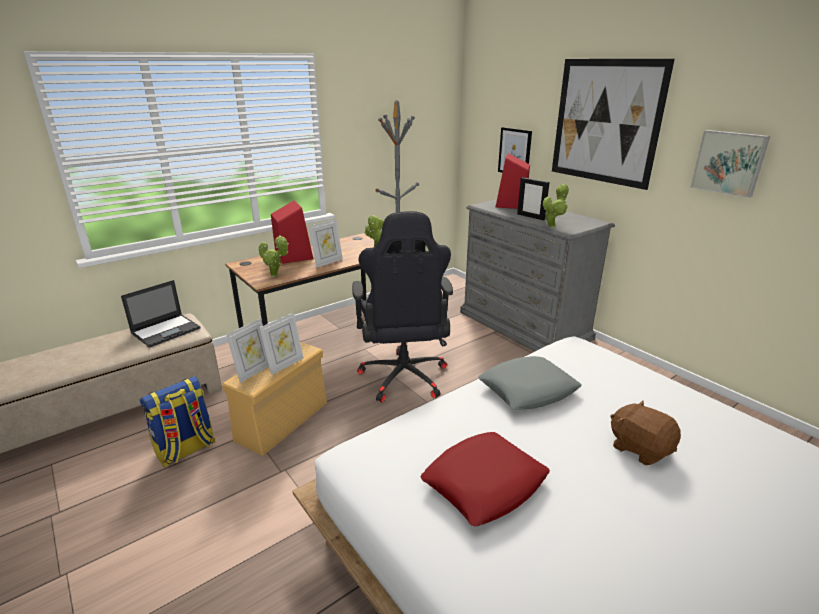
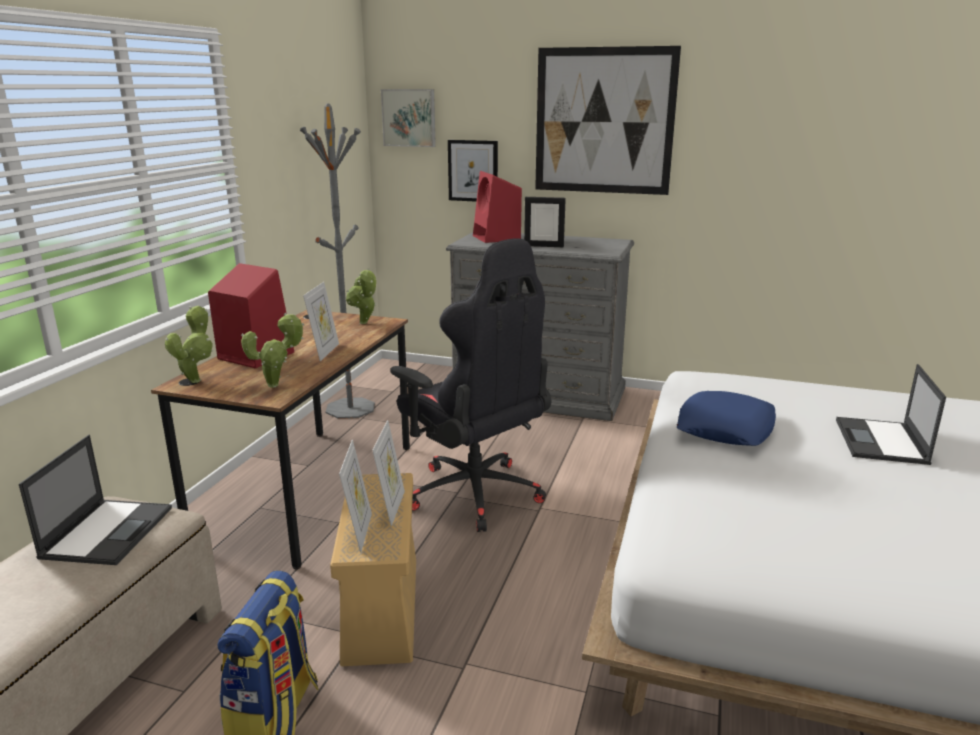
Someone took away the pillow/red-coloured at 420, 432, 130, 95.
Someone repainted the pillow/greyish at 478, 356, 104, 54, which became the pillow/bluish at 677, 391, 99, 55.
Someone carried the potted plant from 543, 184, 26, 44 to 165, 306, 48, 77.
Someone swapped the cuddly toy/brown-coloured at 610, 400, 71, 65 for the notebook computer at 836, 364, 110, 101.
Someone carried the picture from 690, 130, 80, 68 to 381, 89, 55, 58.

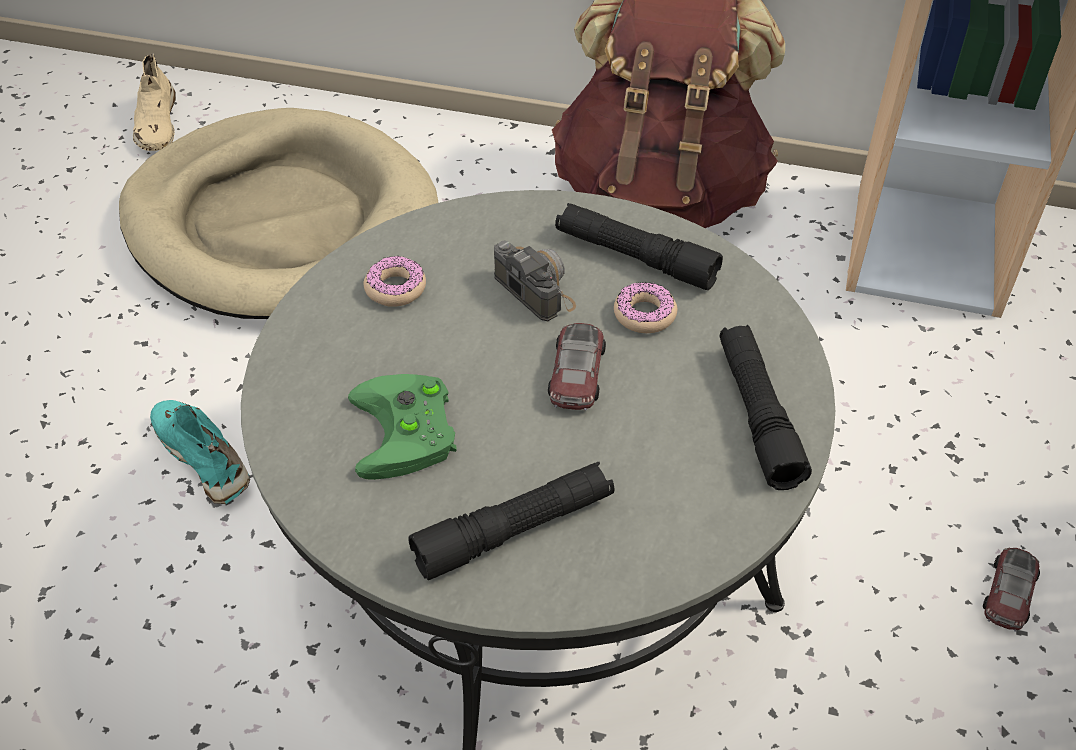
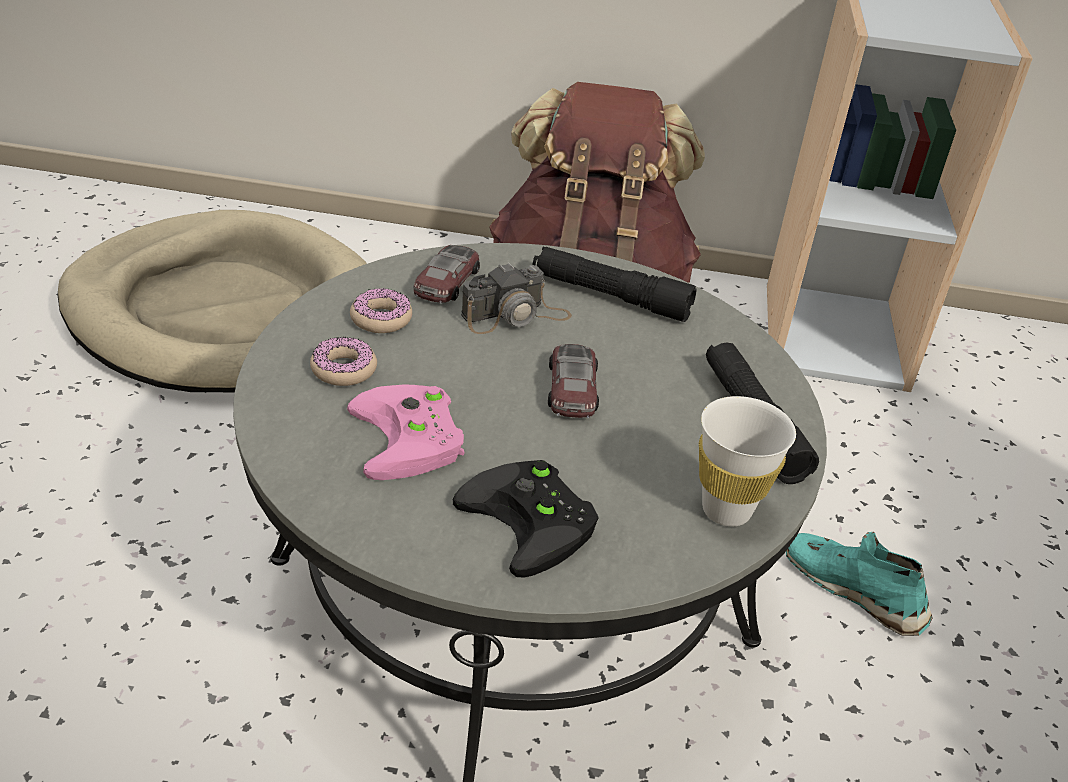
Someone took away the low shoe/beige at 133, 53, 43, 98.
Someone carried the low shoe/turquoise from 150, 400, 100, 104 to 786, 532, 147, 104.
Someone repainted the gamepad/green at 348, 374, 109, 106, which became the gamepad/pink-coloured at 347, 384, 118, 96.
Someone swapped the torch/blackish at 408, 462, 206, 118 for the gamepad/blackish at 453, 460, 146, 118.
Someone rotated the still camera at 494, 241, 82, 80 by 105 degrees clockwise.
Someone carried the ring doughnut from 614, 282, 63, 51 to 310, 337, 67, 49.
Someone carried the model car from 983, 548, 57, 84 to 413, 245, 67, 58.
Someone put down the drinking cup/whitish at 699, 396, 97, 130.

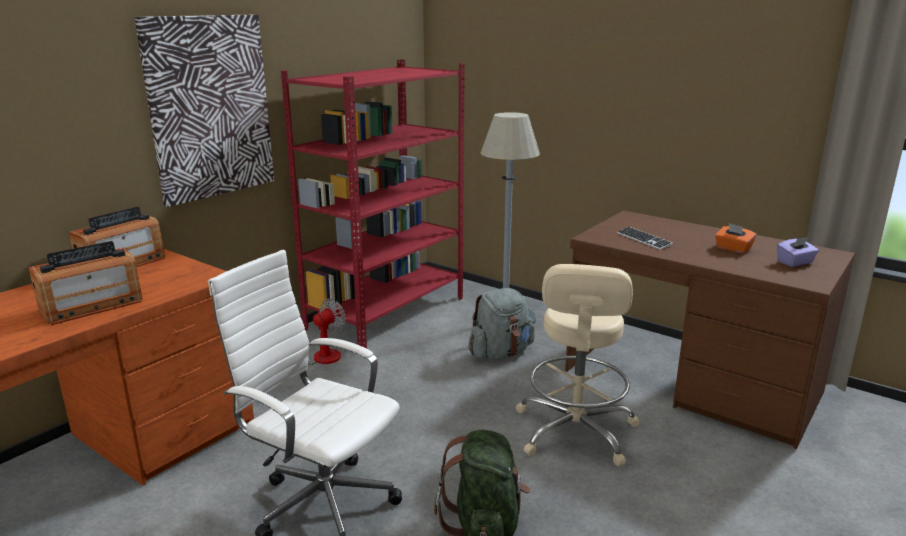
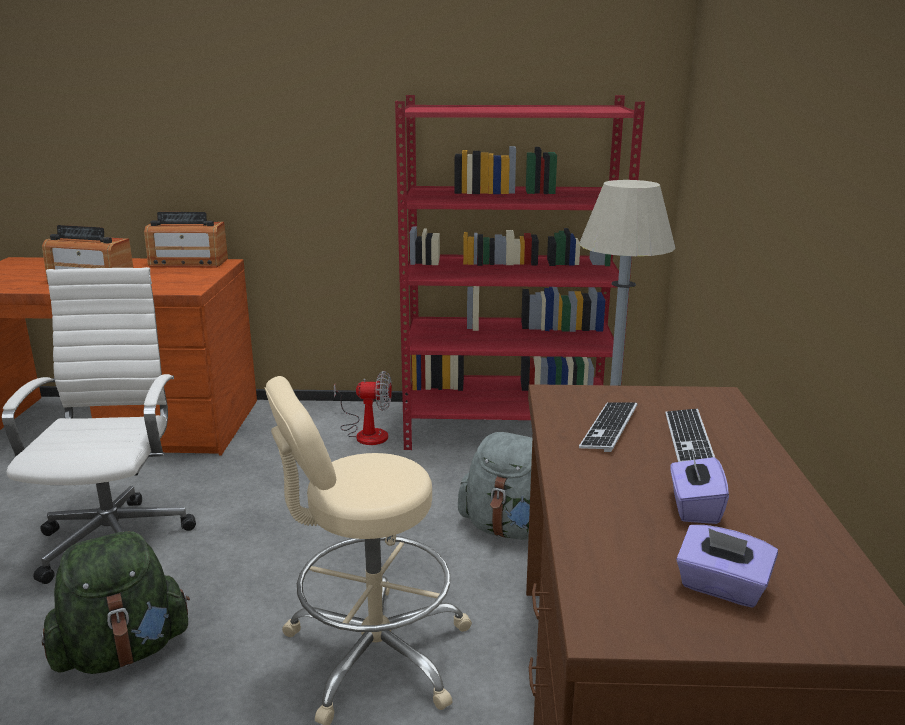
Someone took away the picture at 135, 15, 139, 192.
Someone repainted the box of tissues/orangey at 715, 223, 42, 31, which became the box of tissues/purple-coloured at 670, 450, 59, 74.
Someone put down the PC keyboard at 665, 409, 50, 53.

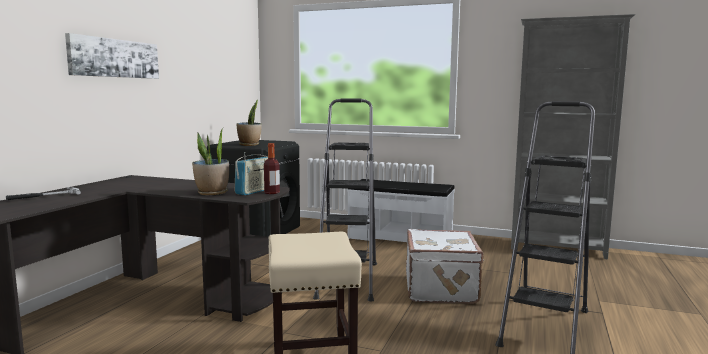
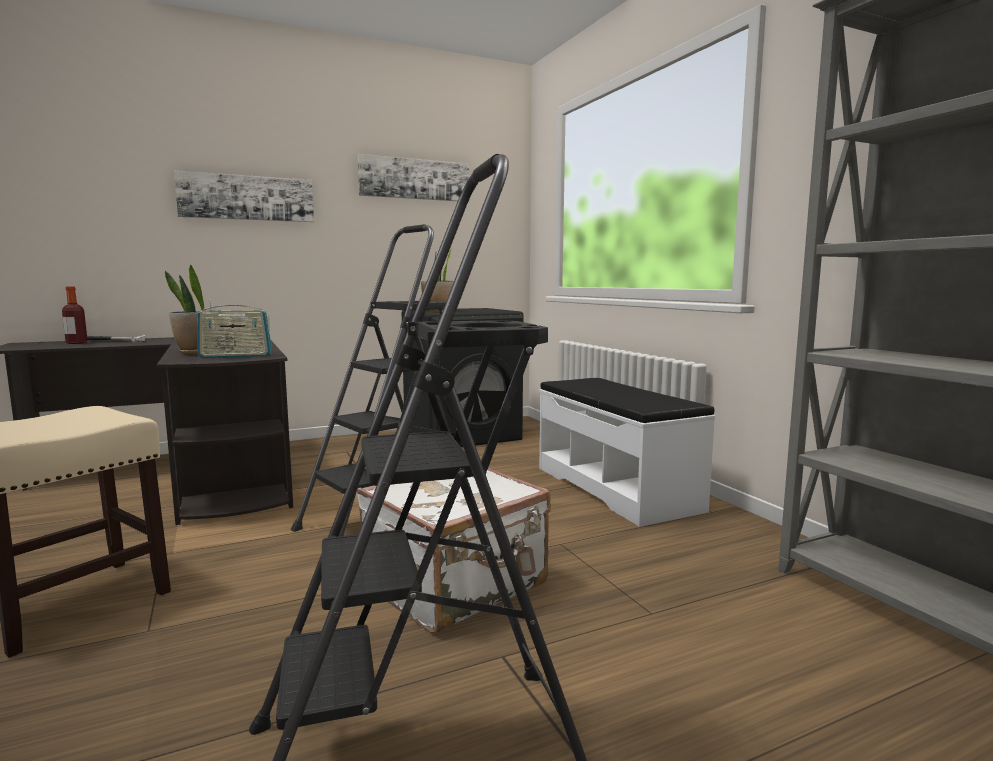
Someone carried the drink bottle from 264, 143, 16, 51 to 62, 287, 26, 57.
Someone put up the picture at 357, 154, 112, 48.

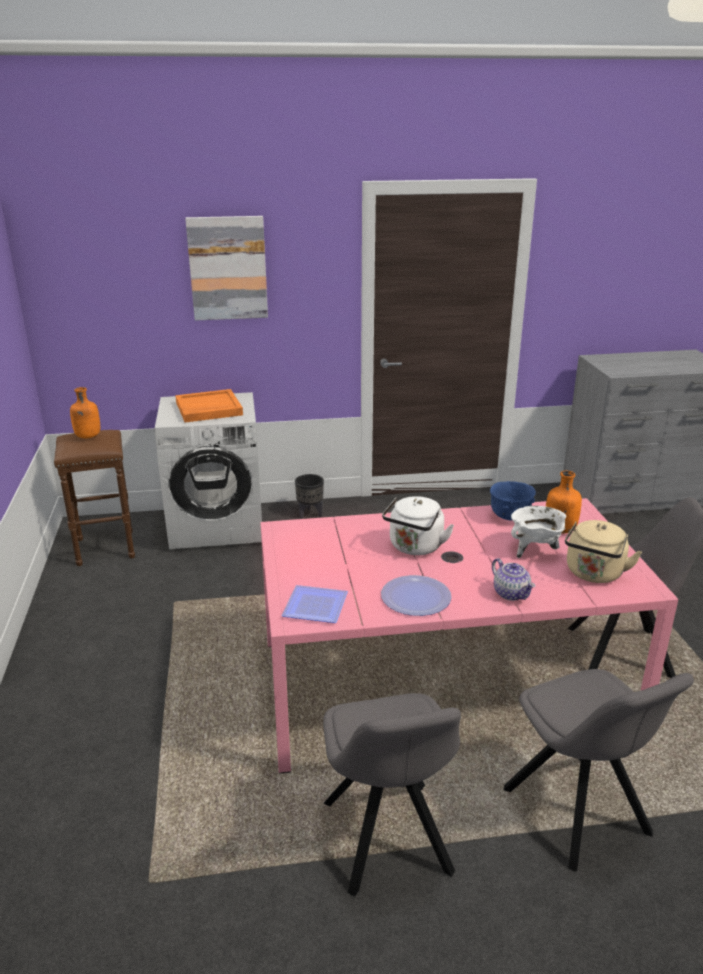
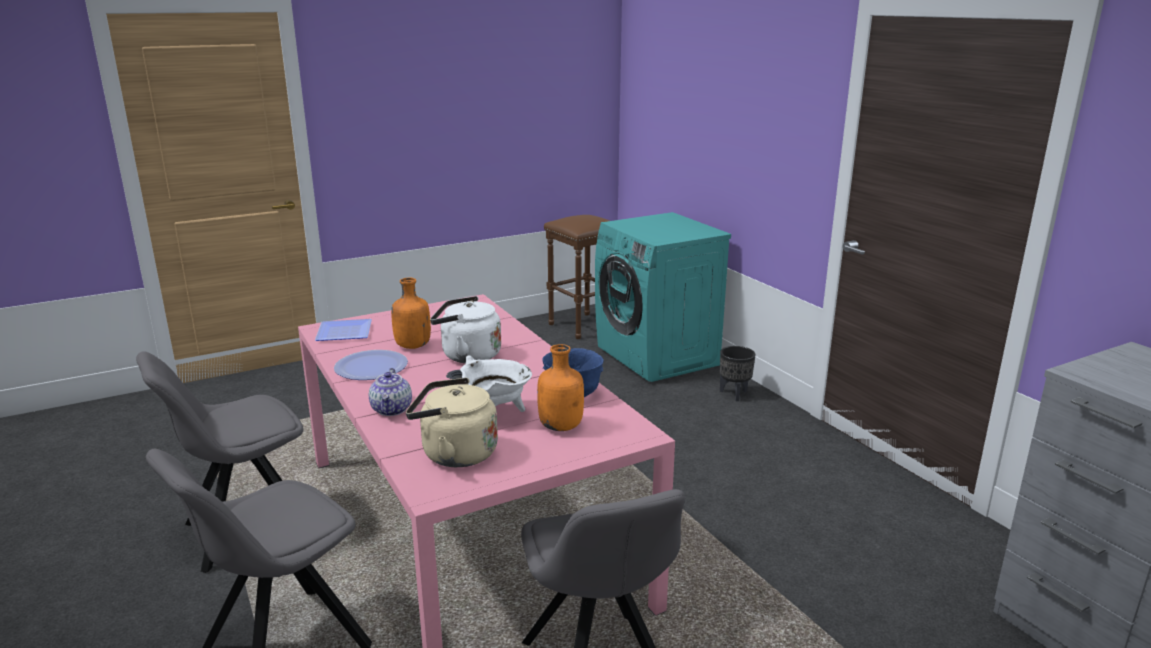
Someone carried the drink bottle/orangey from 70, 387, 30, 52 to 391, 278, 40, 71.
Someone repainted the laundry machine/whitish at 154, 392, 108, 157, which became the laundry machine/turquoise at 595, 212, 136, 170.
Someone took away the serving tray/orangey at 175, 389, 68, 34.
Someone took away the picture at 185, 216, 83, 105.
Someone rotated the teapot at 492, 558, 43, 43 by 45 degrees counterclockwise.

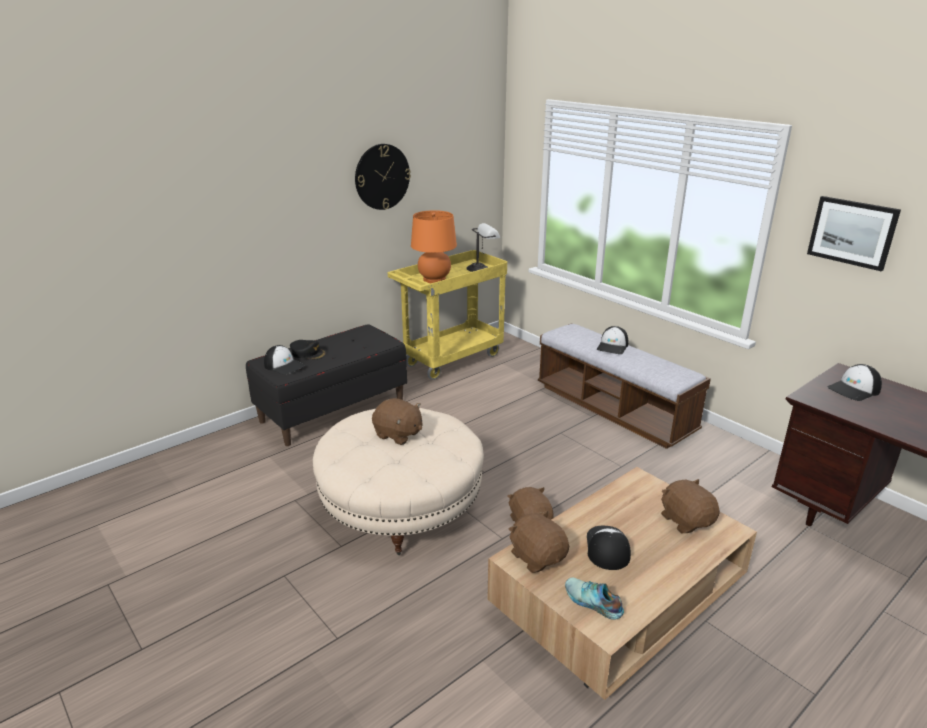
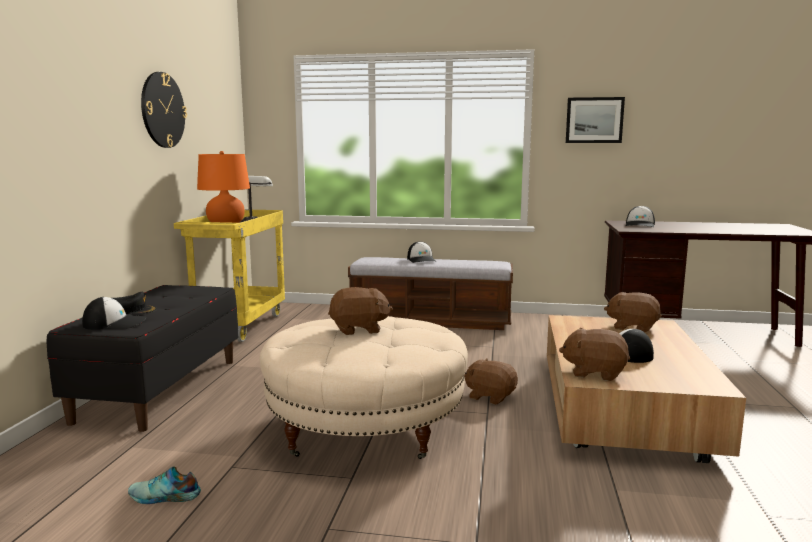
Someone carried the low shoe from 565, 578, 59, 42 to 128, 466, 73, 38.

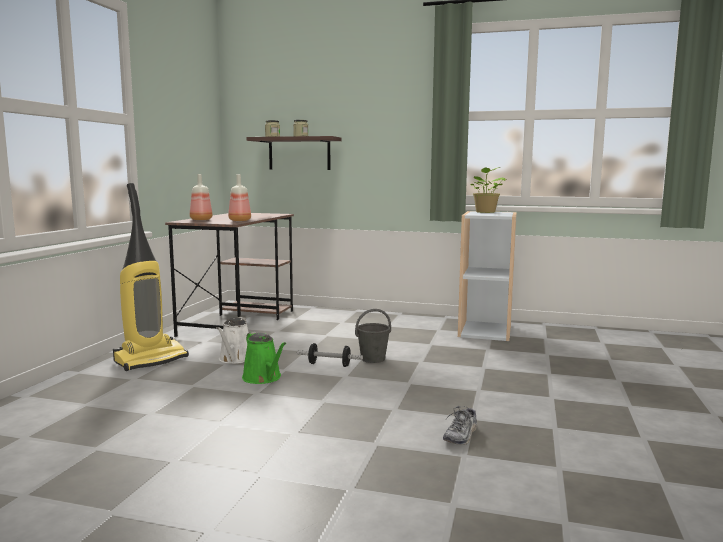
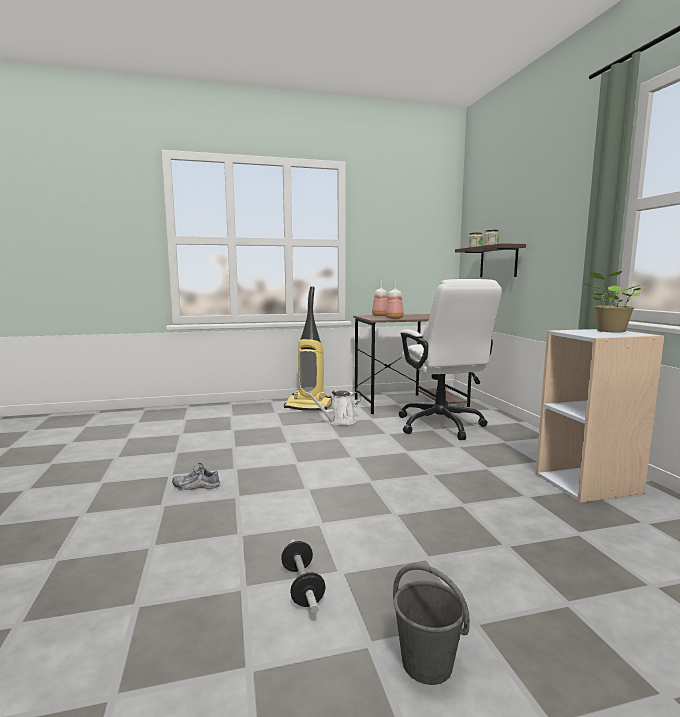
Someone took away the watering can/green at 242, 332, 44, 52.
Someone carried the hand weight from 297, 343, 66, 24 to 281, 539, 45, 74.
Someone carried the pail/greyish from 355, 309, 36, 54 to 393, 564, 77, 121.
Someone carried the low shoe from 443, 406, 34, 39 to 172, 463, 48, 27.
Someone put down the office chair/whitish at 398, 279, 104, 161.

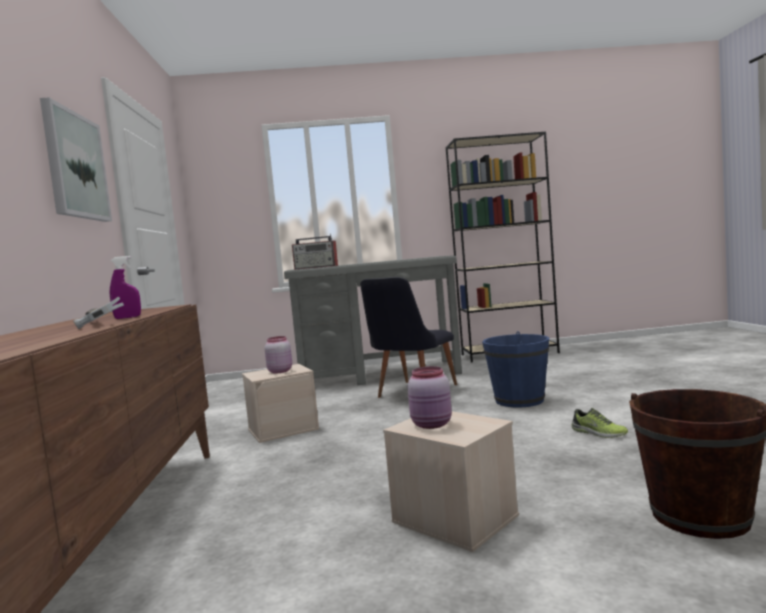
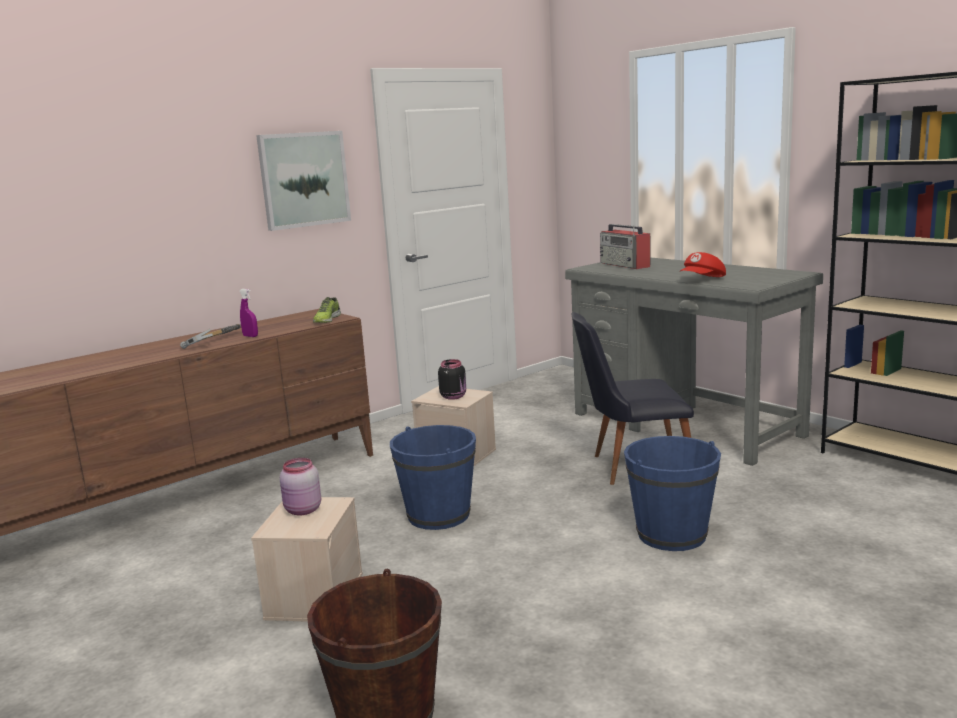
Someone repainted the storage jar/pink-coloured at 265, 336, 27, 38, which became the storage jar/blackish at 438, 359, 28, 41.
Someone carried the low shoe from 571, 408, 57, 30 to 313, 297, 28, 26.
Someone put down the pail/bluish at 390, 425, 86, 105.
Someone put down the baseball cap/red-coloured at 680, 252, 46, 25.

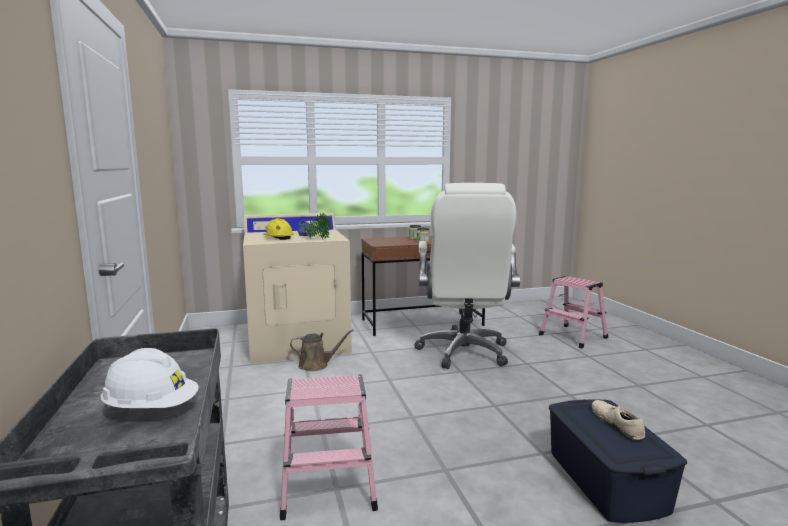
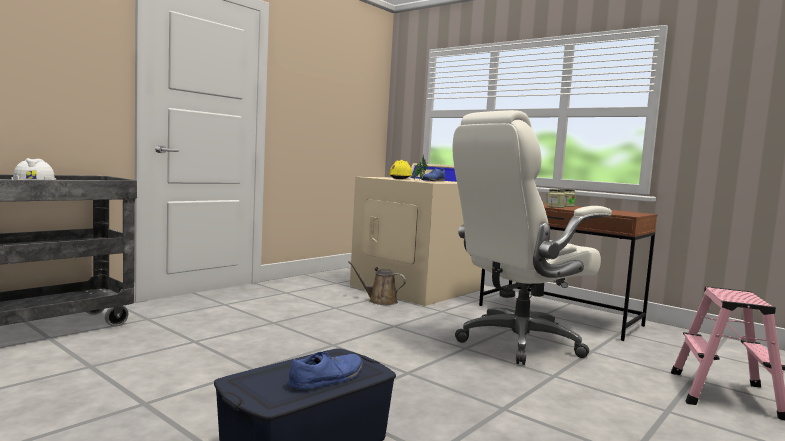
Someone took away the step ladder/pink-coloured at 280, 374, 98, 146.
Someone rotated the watering can/brown-coloured at 290, 329, 64, 42 by 150 degrees clockwise.
Someone repainted the low shoe/beige at 591, 400, 54, 40, which became the low shoe/bluish at 288, 352, 75, 37.

